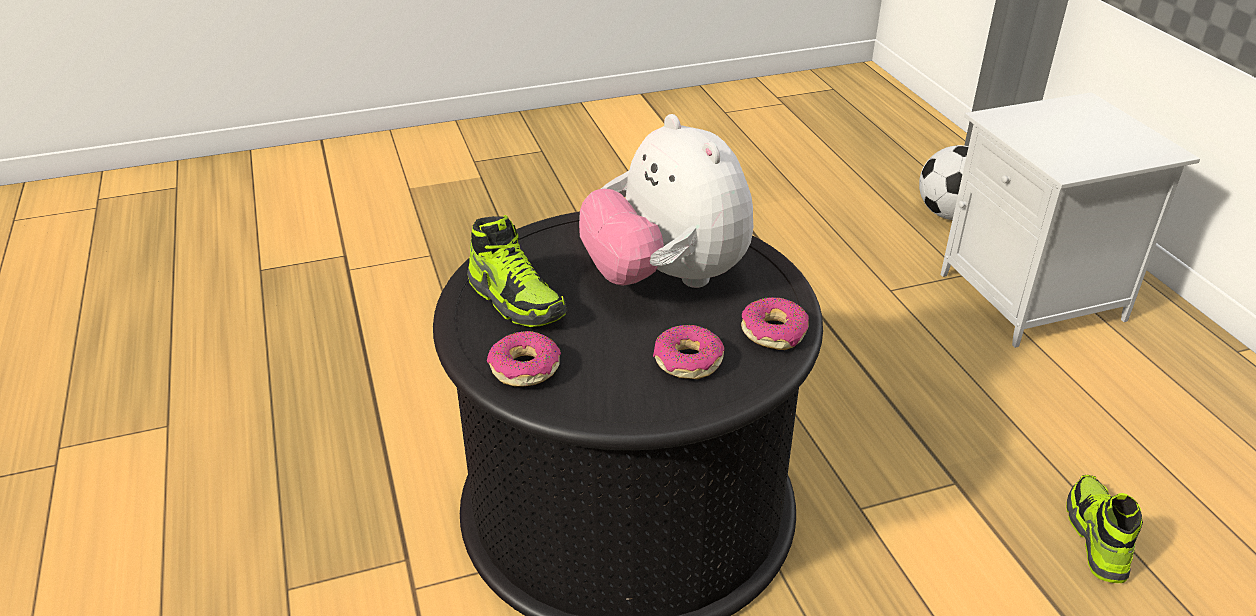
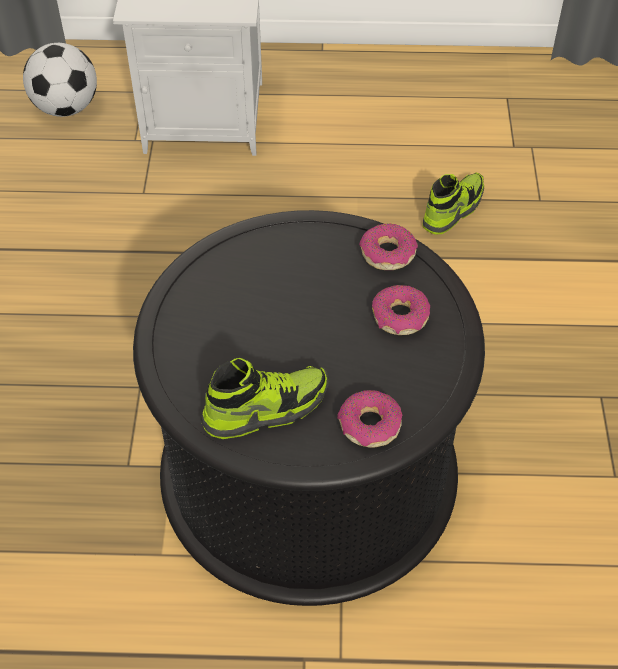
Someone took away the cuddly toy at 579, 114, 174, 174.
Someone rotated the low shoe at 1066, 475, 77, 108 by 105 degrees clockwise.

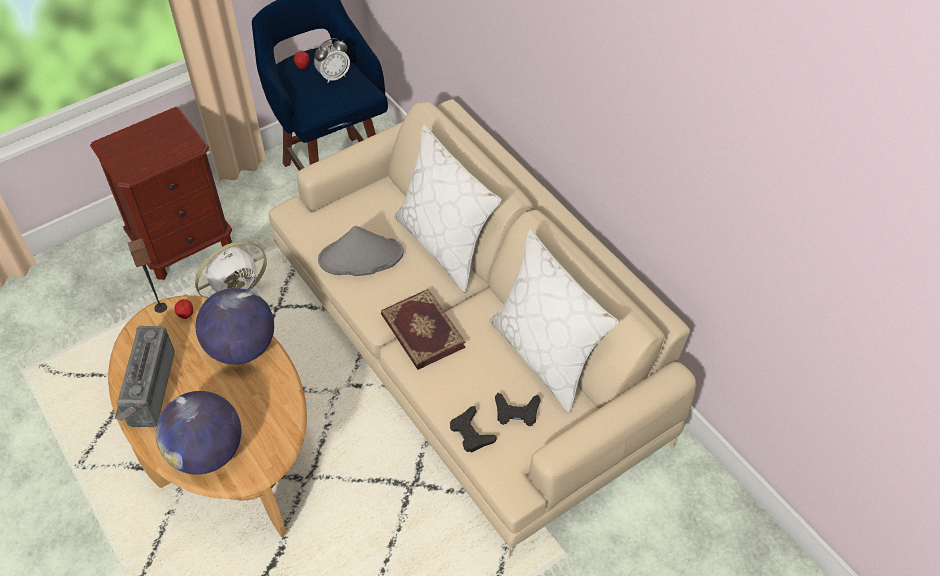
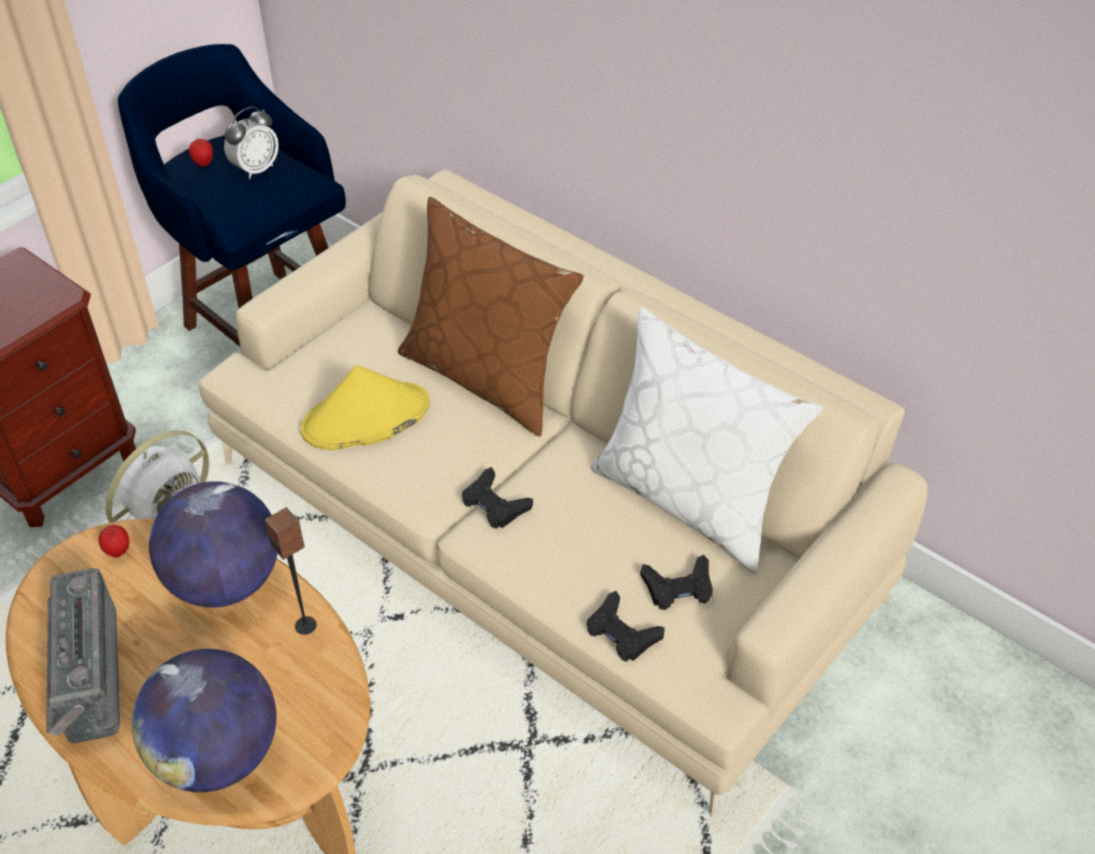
Someone carried the audio speaker from 128, 238, 39, 75 to 265, 507, 52, 128.
Someone repainted the hat/greyish at 318, 226, 86, 50, which became the hat/yellow-coloured at 301, 365, 129, 85.
Someone swapped the volume at 381, 289, 85, 81 for the gamepad/blackish at 462, 467, 71, 62.
Someone repainted the pillow/whitish at 394, 125, 108, 168, which became the pillow/brown-coloured at 398, 197, 186, 240.

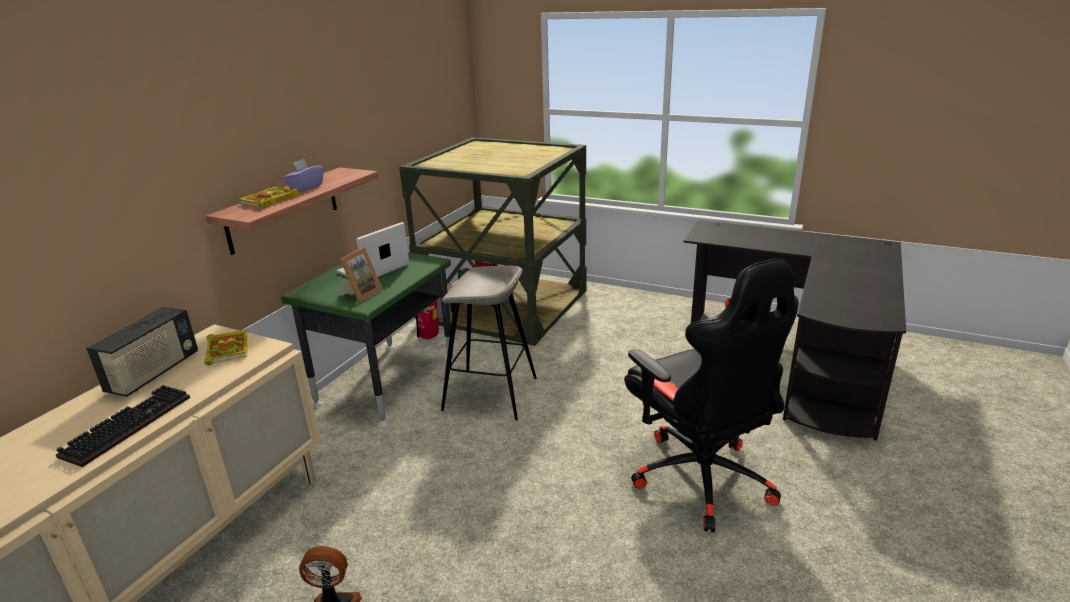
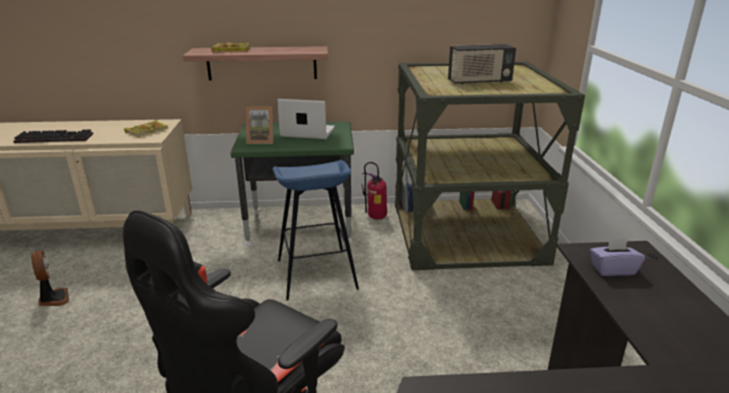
Someone carried the radio set from 86, 307, 112, 90 to 448, 44, 68, 41.
Someone carried the box of tissues/purple-coloured from 284, 159, 39, 32 to 590, 238, 55, 38.
Someone repainted the stool/greyish at 441, 266, 96, 154, which became the stool/bluish at 272, 160, 87, 140.

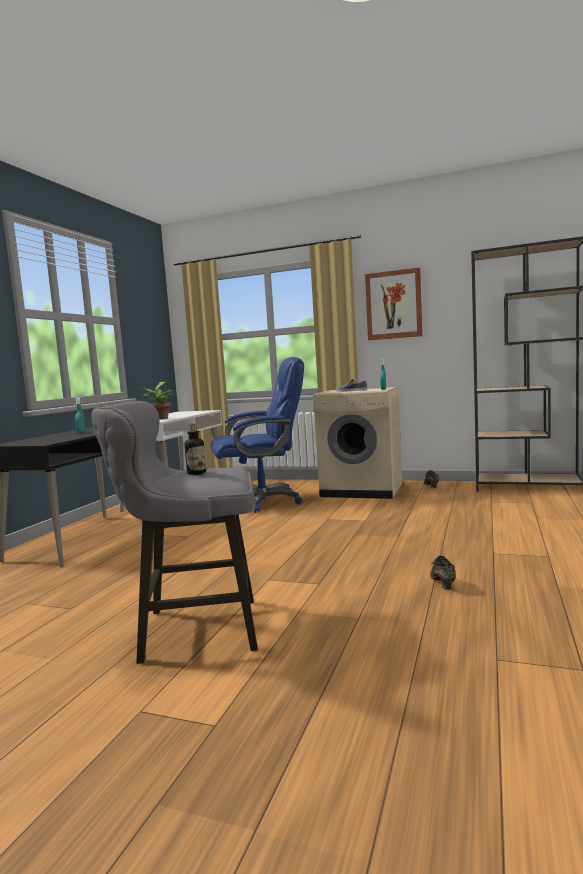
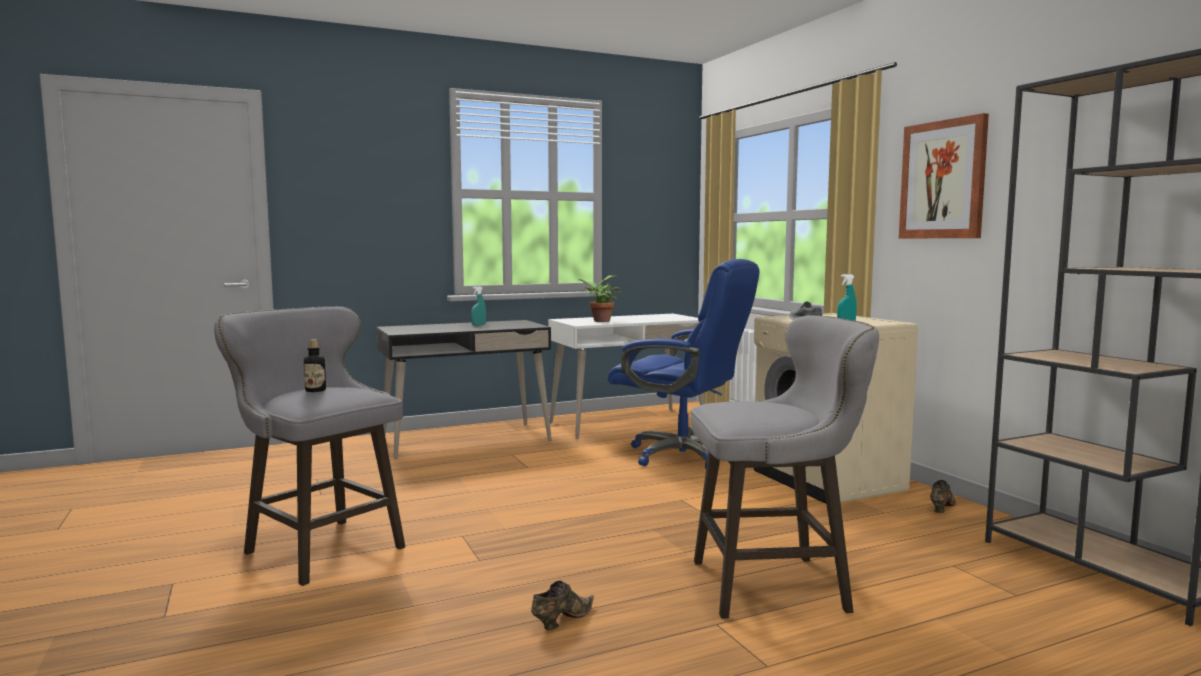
Someone put down the stool/greyish at 691, 315, 188, 304.

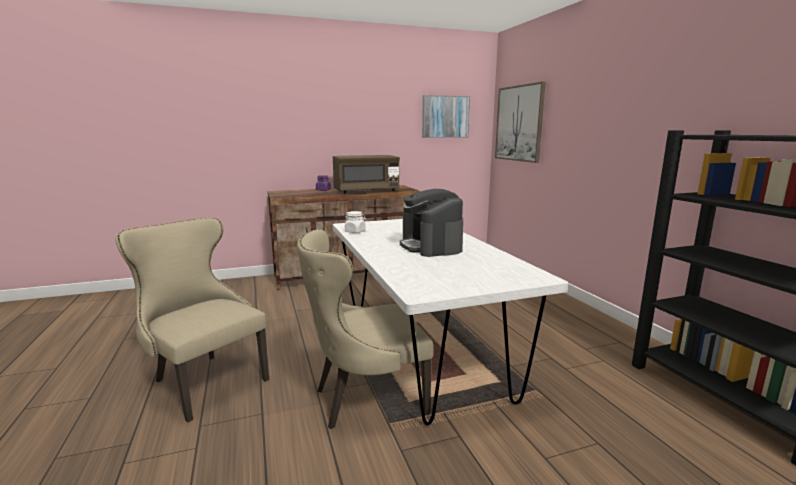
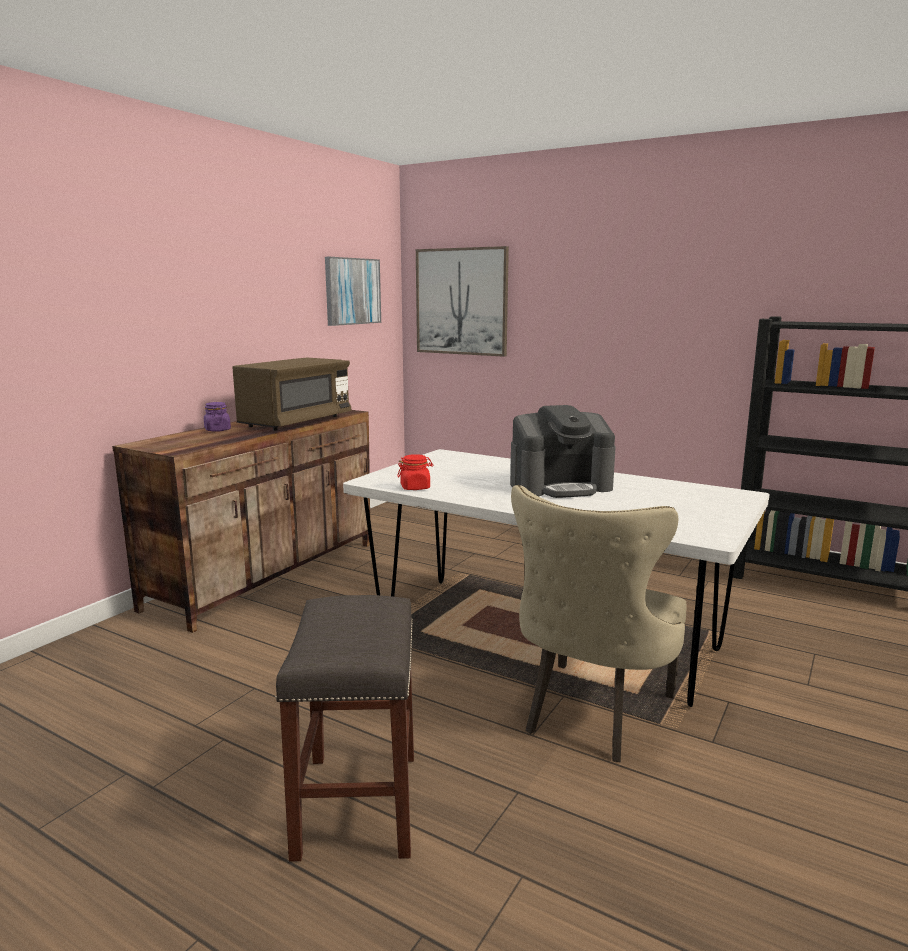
Someone swapped the upright chair/beige at 115, 218, 154, 204 for the stool/greyish at 275, 595, 139, 267.
Someone repainted the storage jar/whitish at 345, 211, 21, 22, which became the storage jar/red-coloured at 397, 454, 36, 36.
Someone rotated the coffee machine at 400, 189, 63, 68 by 45 degrees counterclockwise.

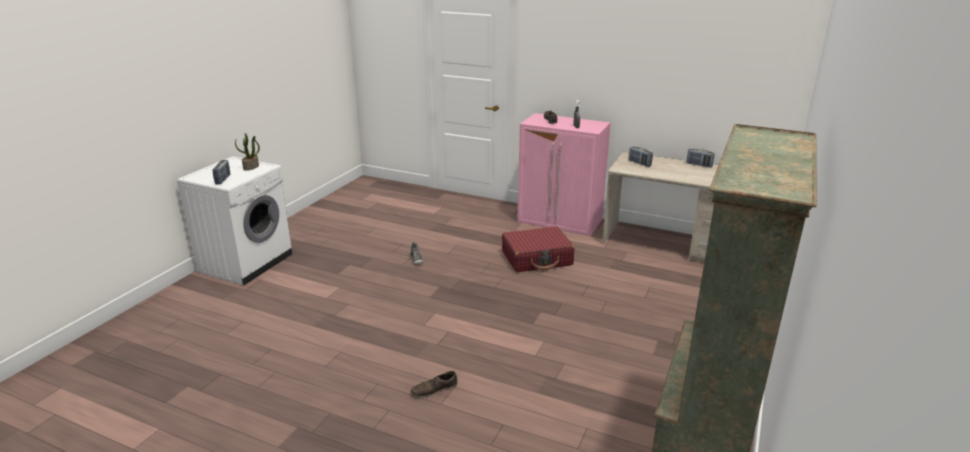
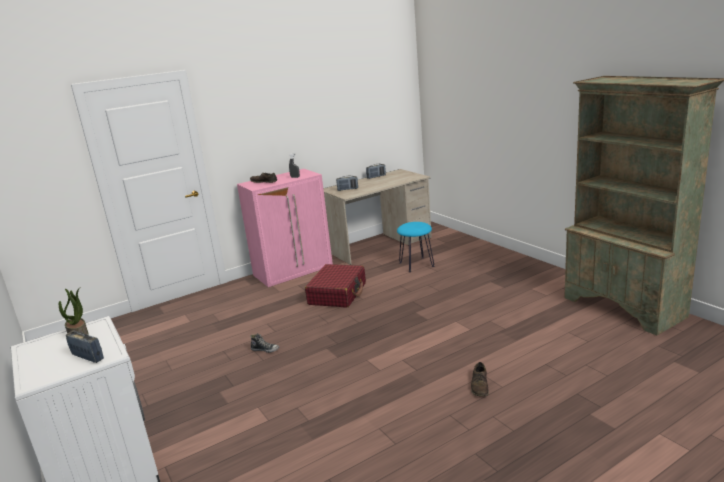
Someone put down the stool/turquoise at 397, 222, 37, 50.

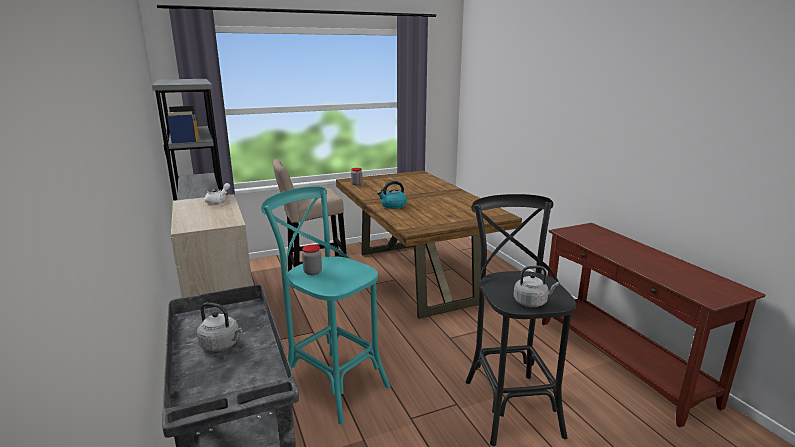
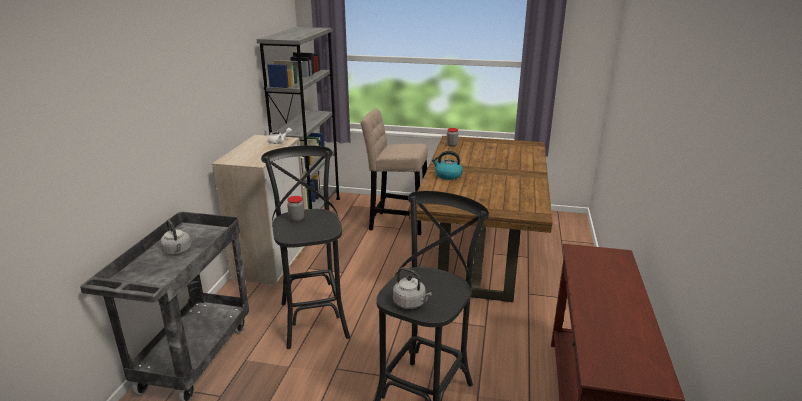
Someone repainted the stool/turquoise at 261, 186, 129, 238, which became the stool/blackish at 261, 145, 89, 204.

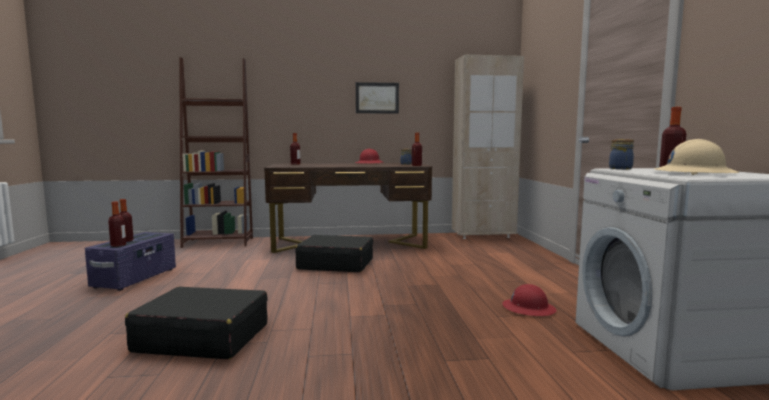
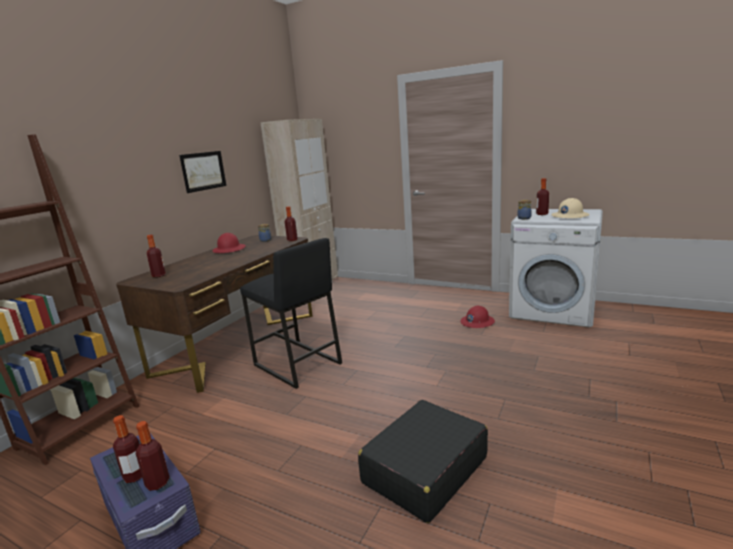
Someone swapped the travel case/blackish at 295, 235, 78, 37 for the stool/blackish at 240, 238, 102, 151.

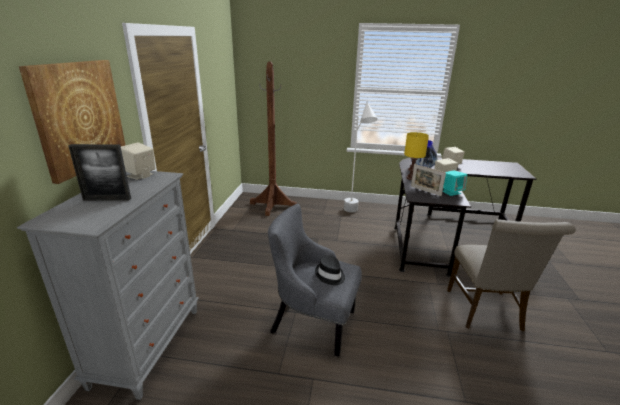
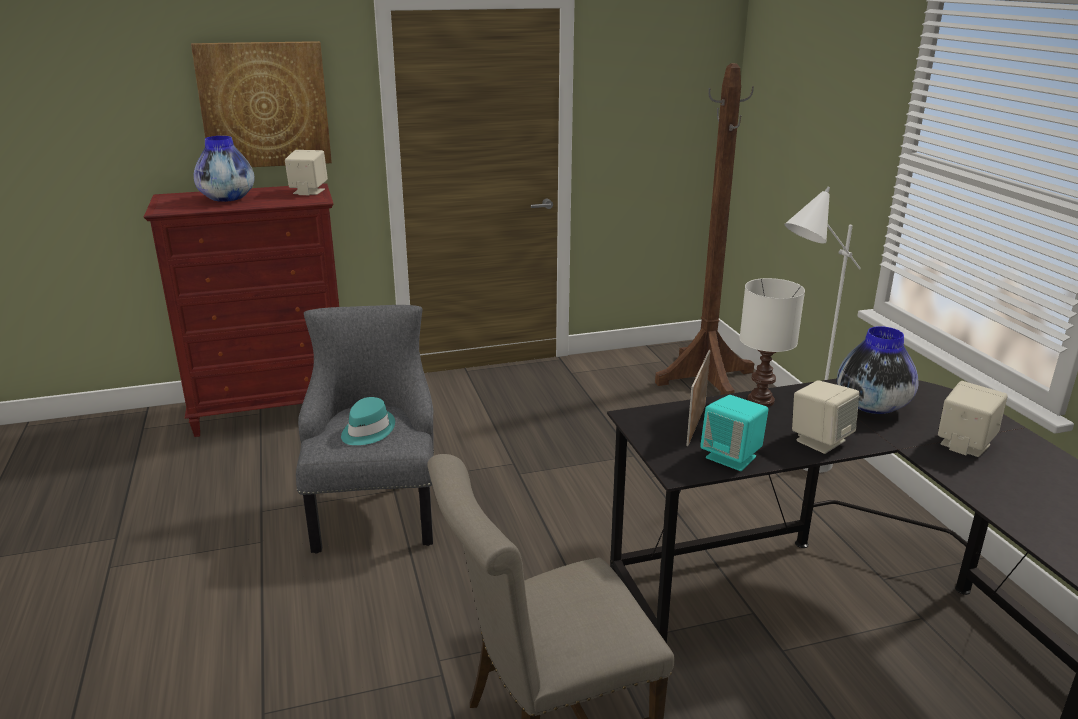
Someone repainted the dresser/greyish at 17, 171, 182, 229, which became the dresser/red-coloured at 144, 183, 195, 254.
Someone swapped the standing frame at 68, 144, 63, 57 for the decorative vase at 194, 136, 61, 66.
Someone repainted the hat/blackish at 315, 255, 30, 30, which became the hat/turquoise at 341, 397, 54, 48.
Someone repainted the tabletop lamp/yellow-coloured at 404, 132, 25, 48, which became the tabletop lamp/whitish at 739, 278, 66, 129.

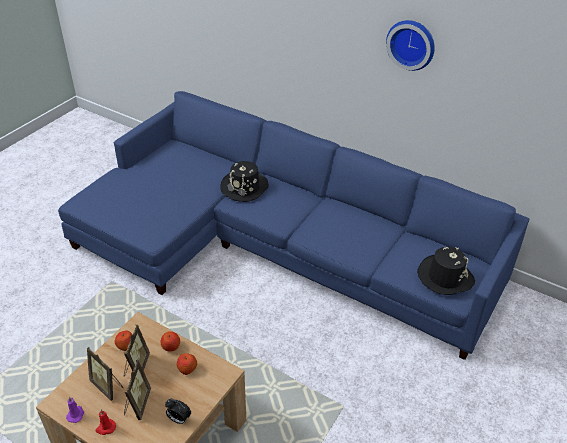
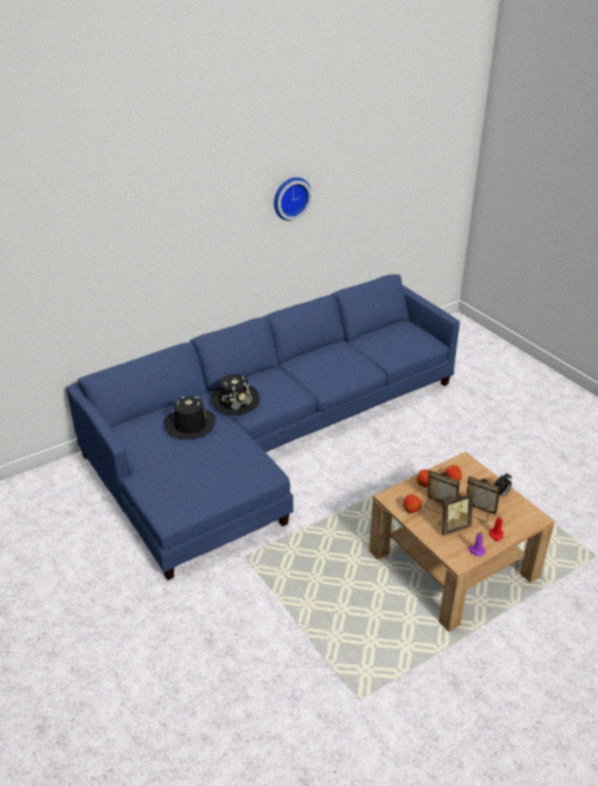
Someone carried the hat/blackish from 417, 247, 58, 48 to 164, 396, 52, 44.

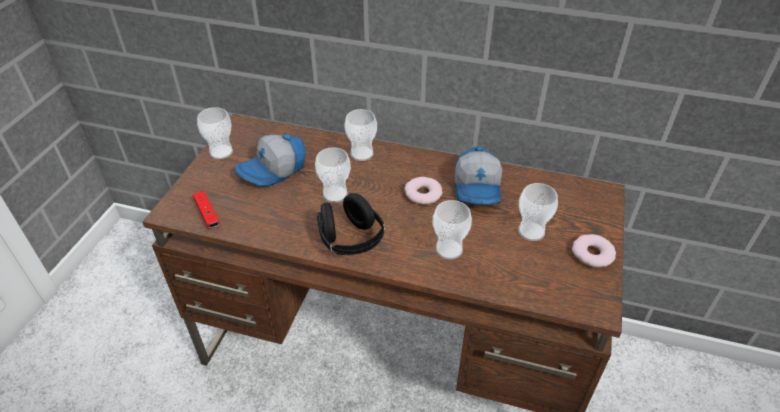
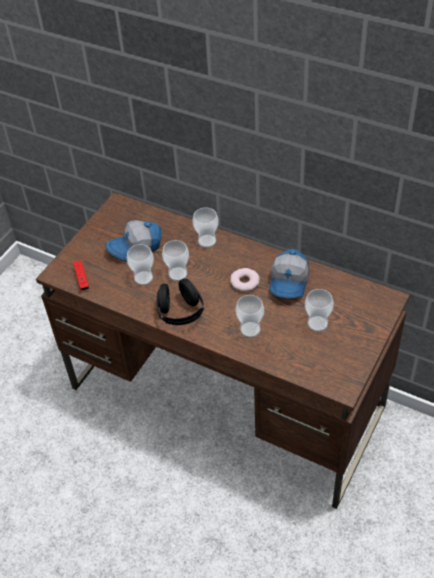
Someone carried the drinking cup from 197, 107, 36, 52 to 127, 244, 27, 41.
Someone took away the ring doughnut at 572, 234, 44, 34.

